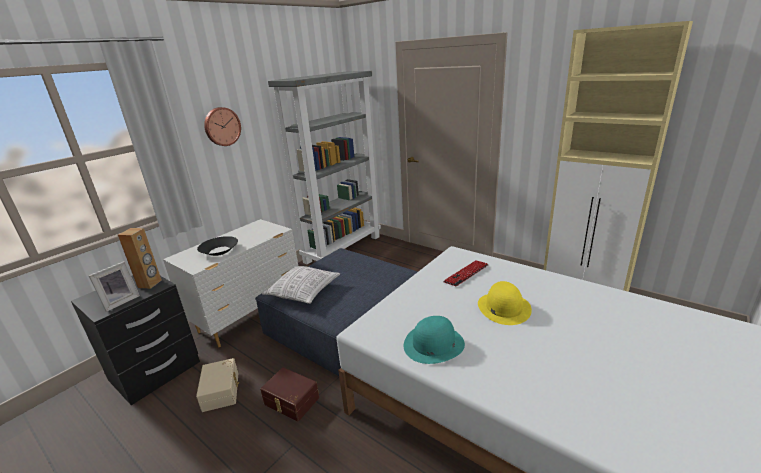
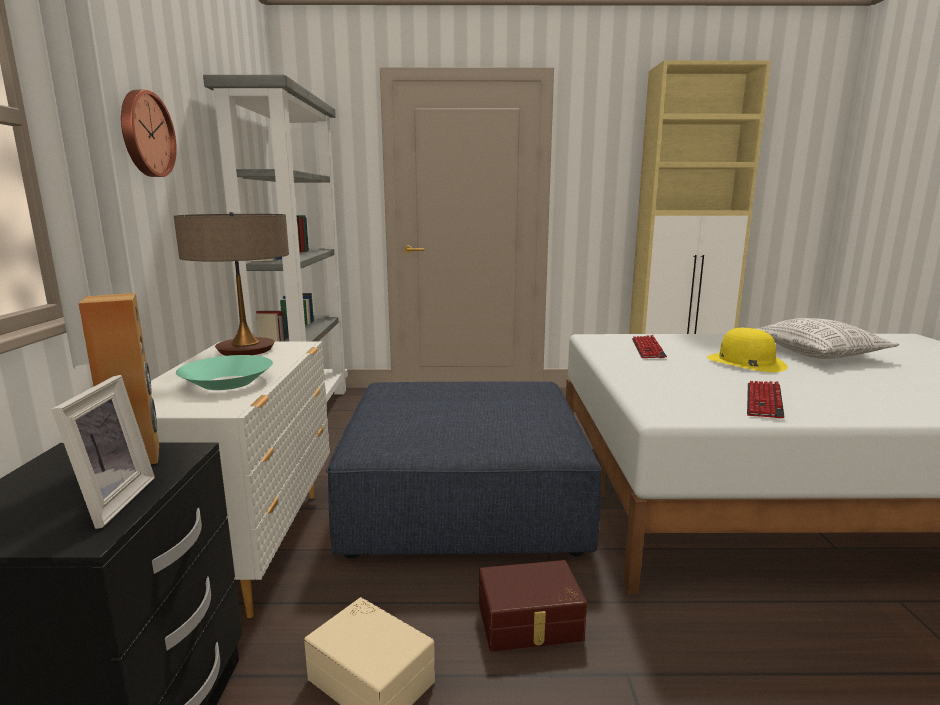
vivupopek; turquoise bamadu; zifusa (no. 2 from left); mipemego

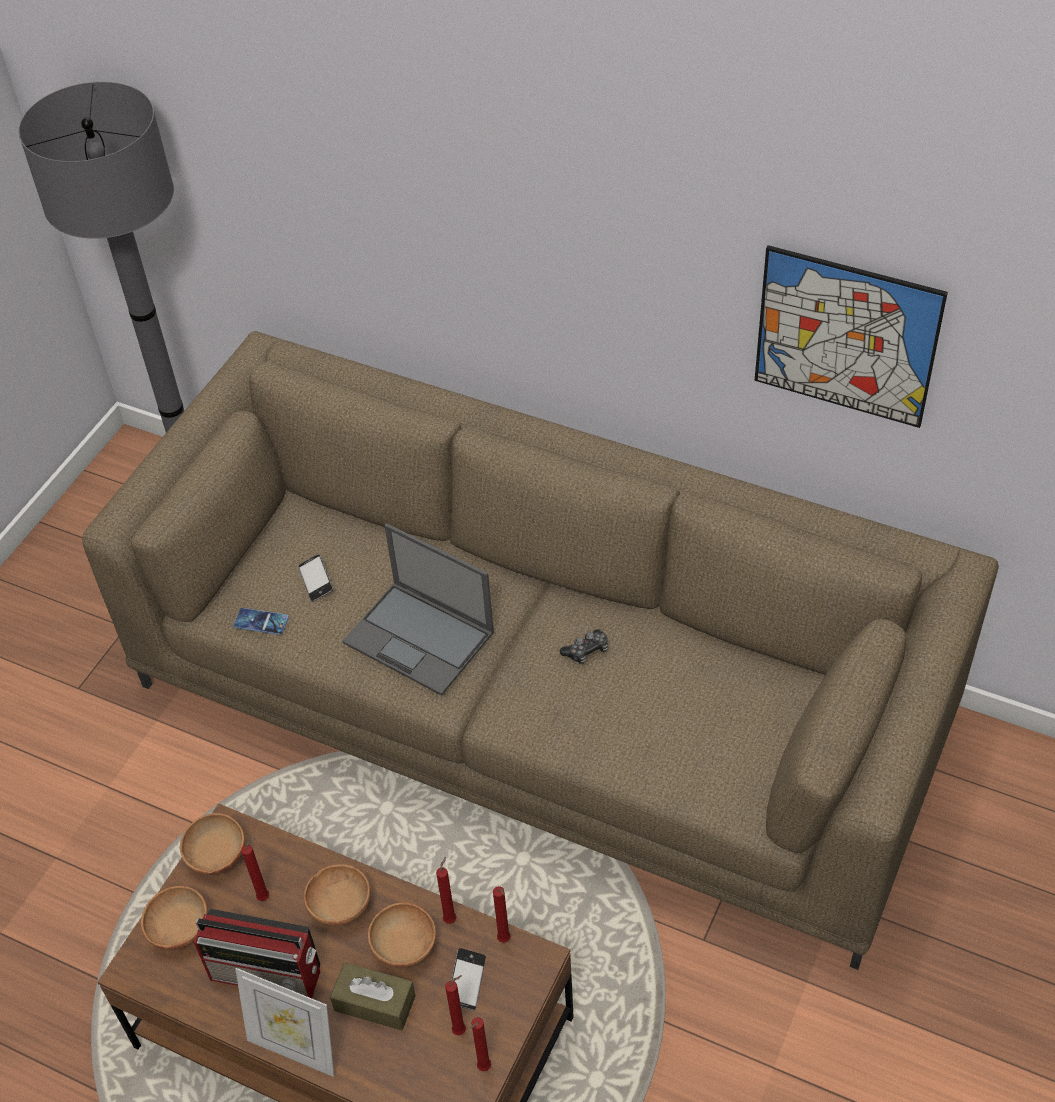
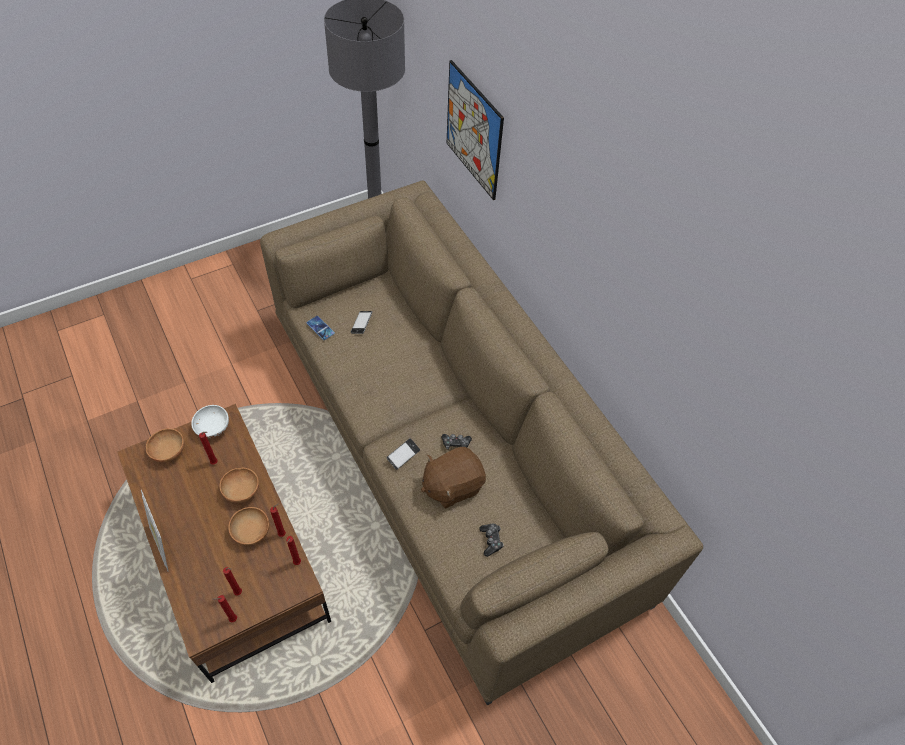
white bamadu; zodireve (no. 3 from left); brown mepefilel; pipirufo; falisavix (no. 2 from left); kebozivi; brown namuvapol; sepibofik

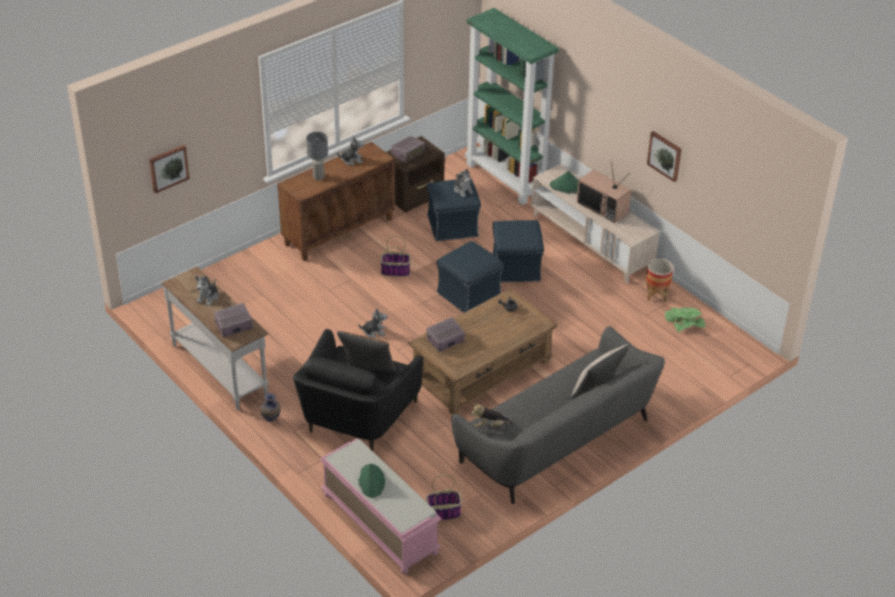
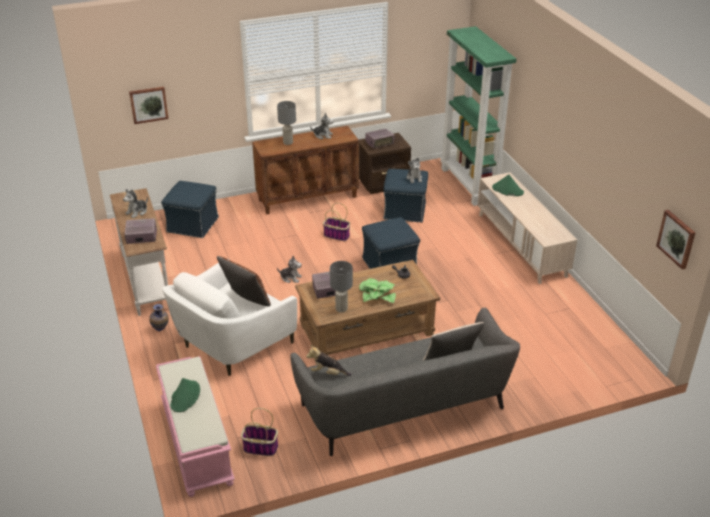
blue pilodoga (no. 1 from left); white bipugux; grey vivupopek (no. 2 from left); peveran; pipirufo (no. 2 from left); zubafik; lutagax

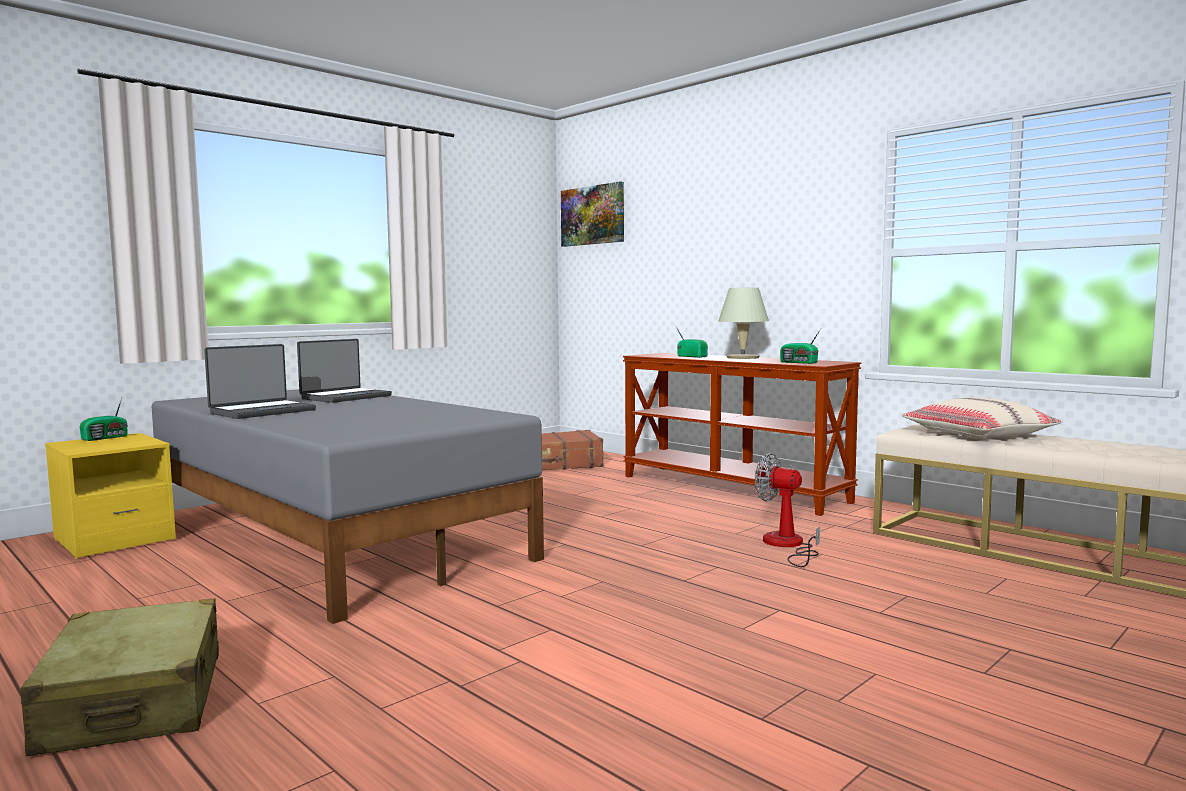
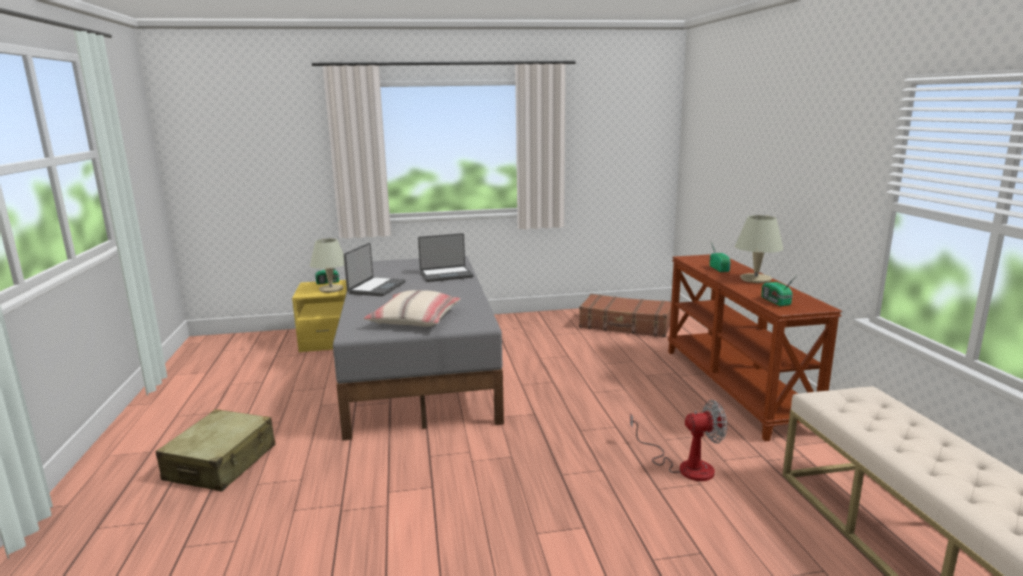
beige vivupopek (no. 1 from left); sepibofik (no. 1 from left); beige mipemego; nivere; pipirufo

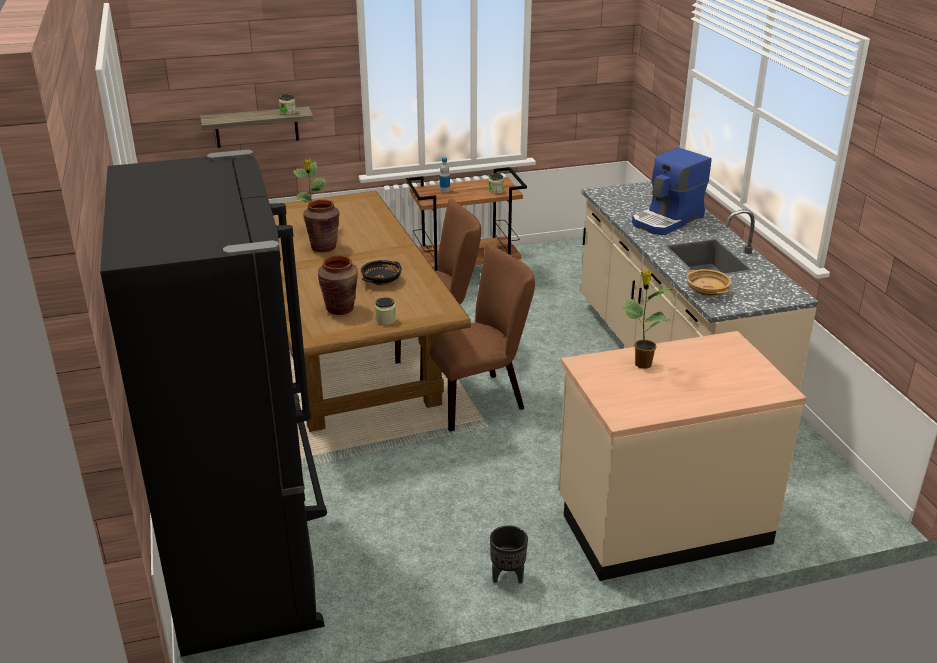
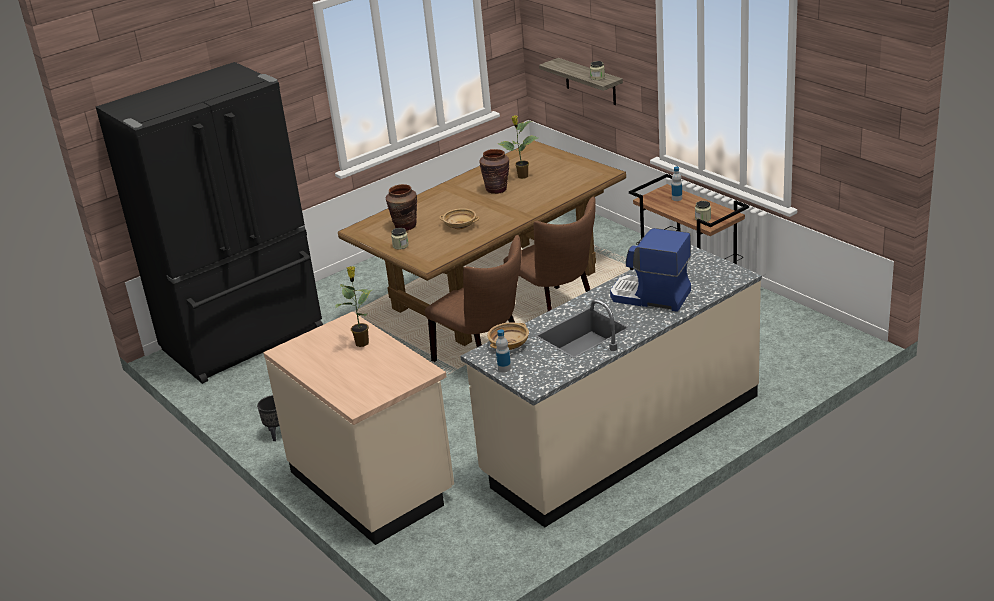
beige bamadu (no. 1 from left); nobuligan (no. 1 from left)

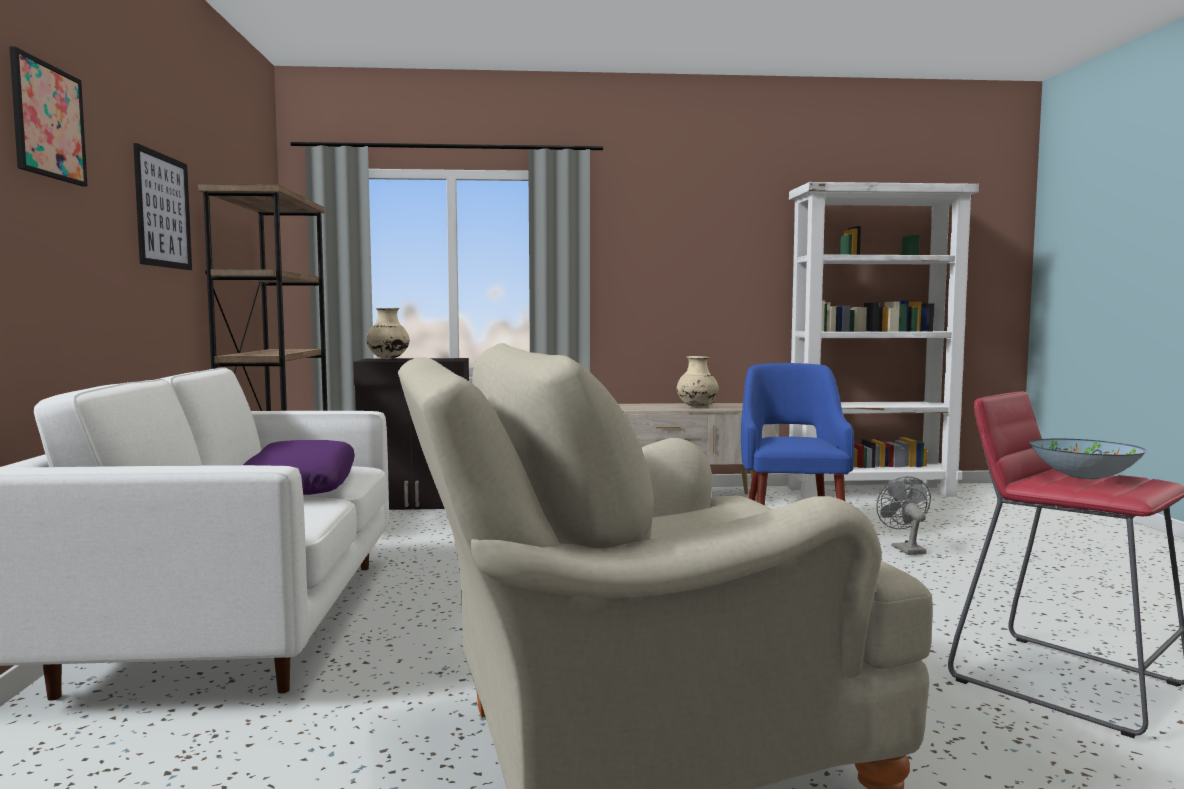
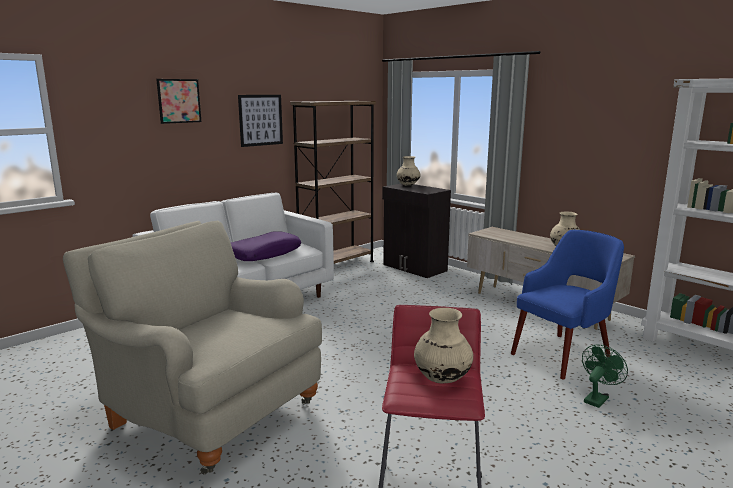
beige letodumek (no. 2 from left); green nivere

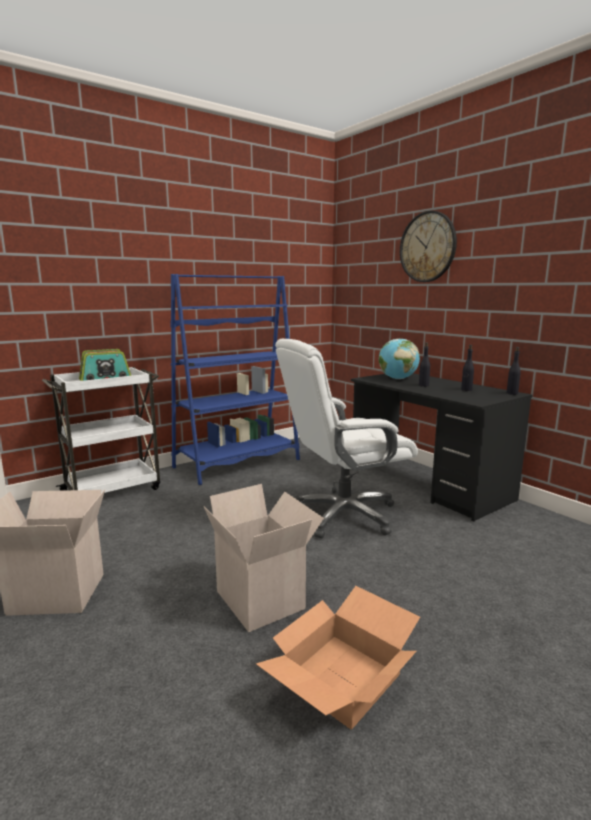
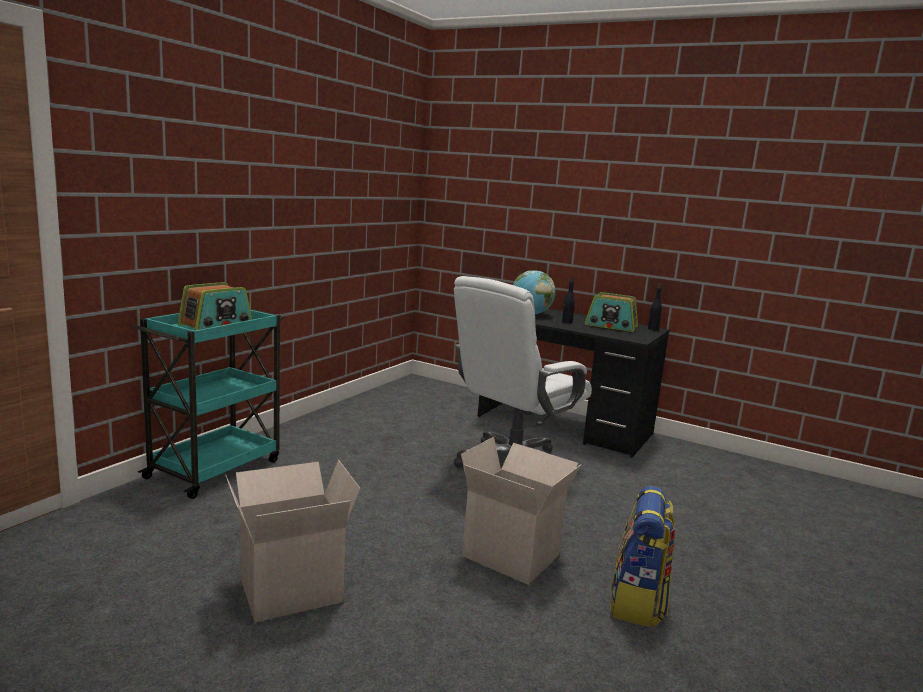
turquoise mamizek; kebozivi (no. 2 from left); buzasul; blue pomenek; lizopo

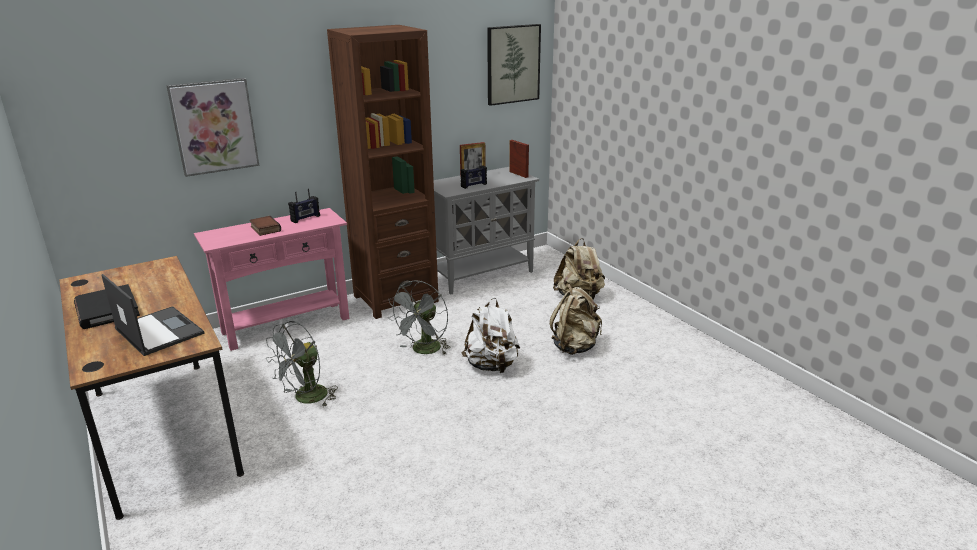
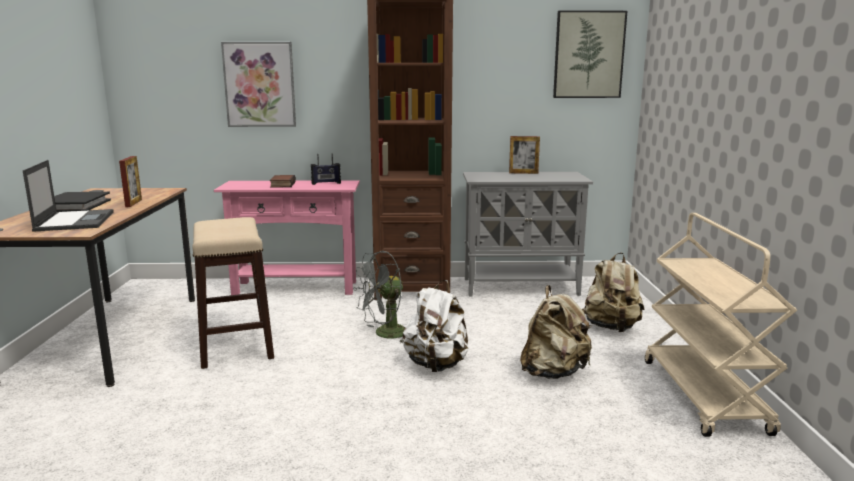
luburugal (no. 1 from left); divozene; beige mamizek; kebozivi (no. 2 from left in the first image)

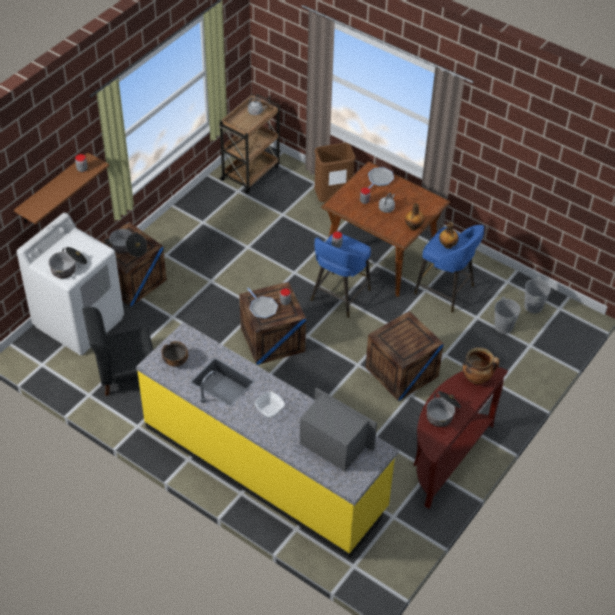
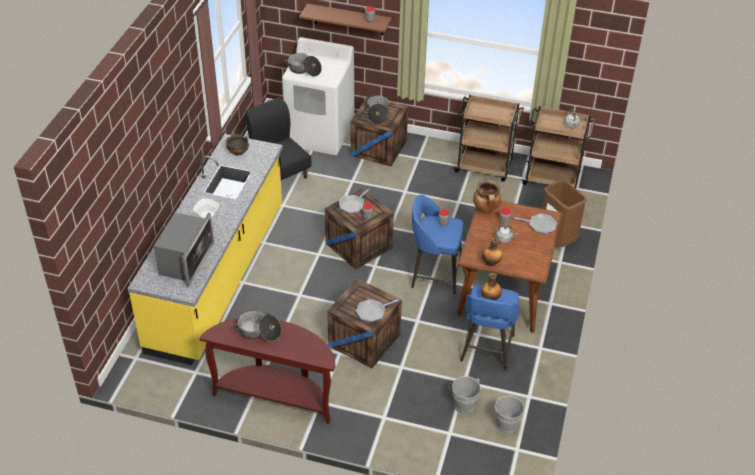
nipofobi (no. 2 from left); brown mamizek (no. 1 from left); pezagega (no. 4 from left)

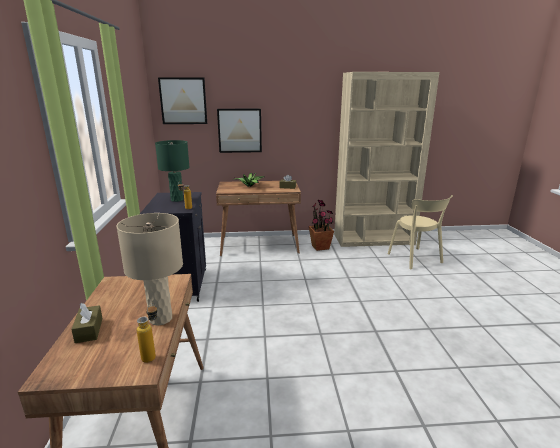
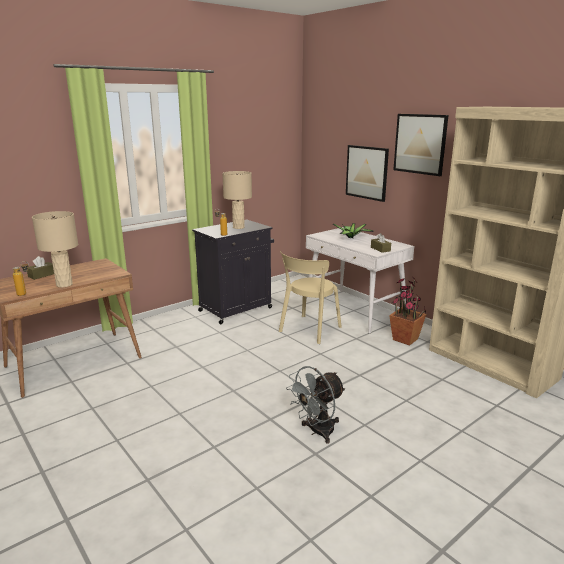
beige vivupopek (no. 2 from left); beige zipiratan; grey nivere; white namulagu; pipirufo (no. 2 from left)

